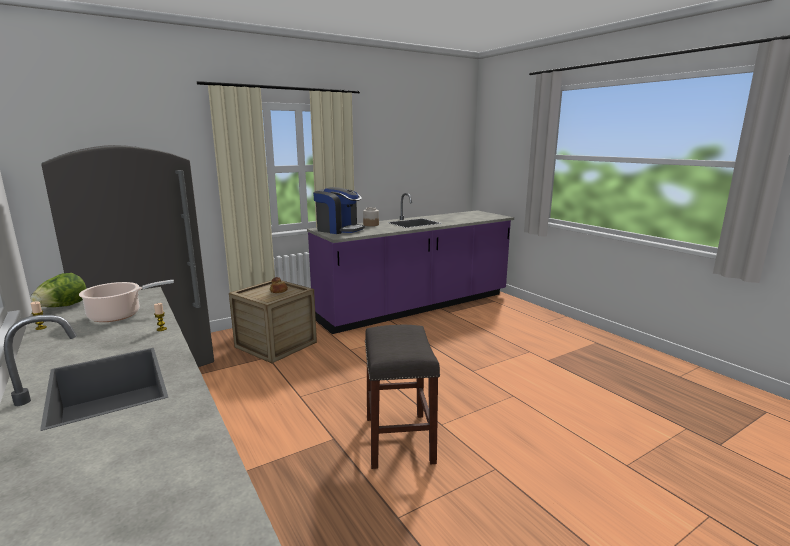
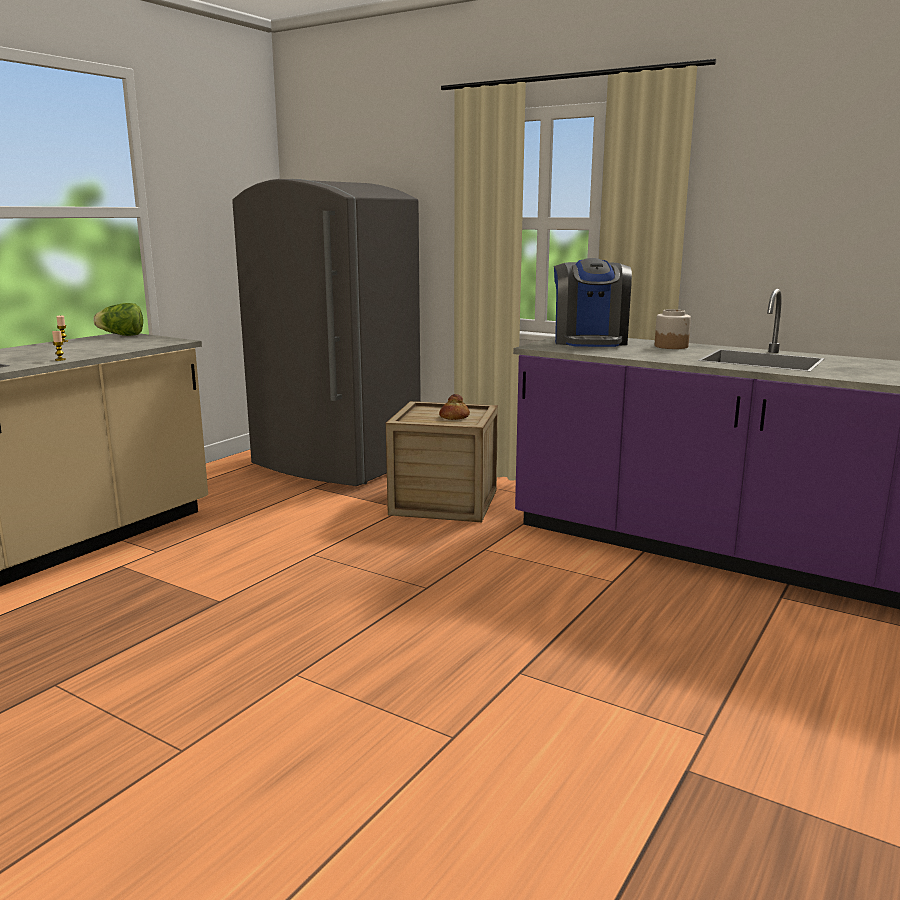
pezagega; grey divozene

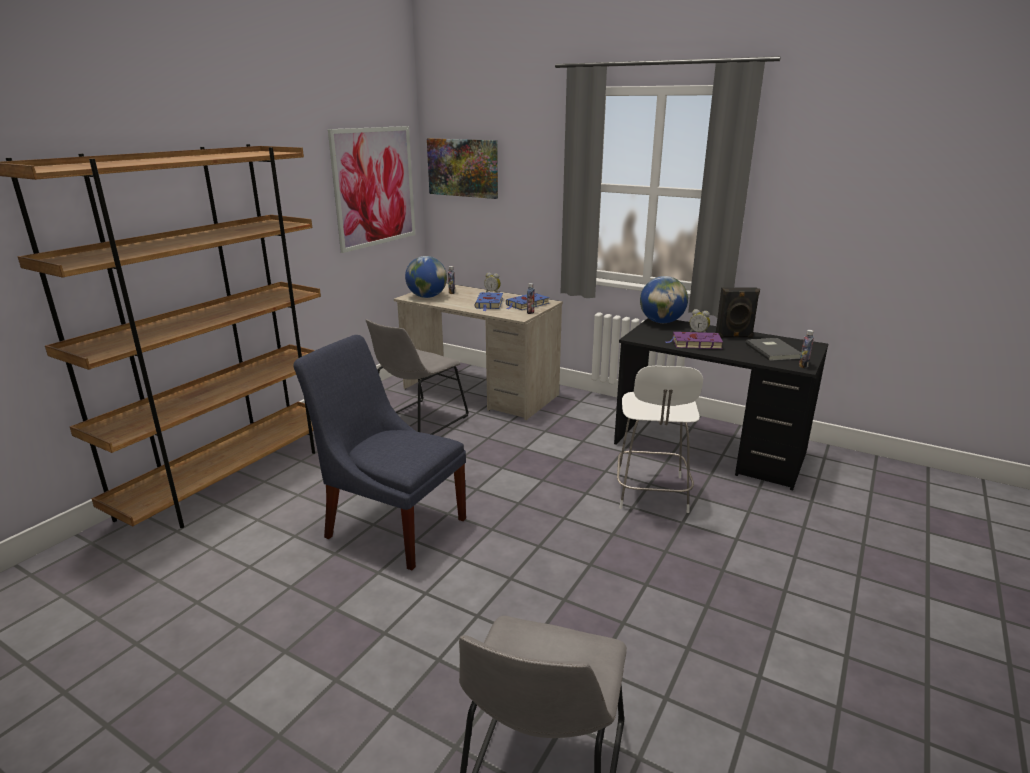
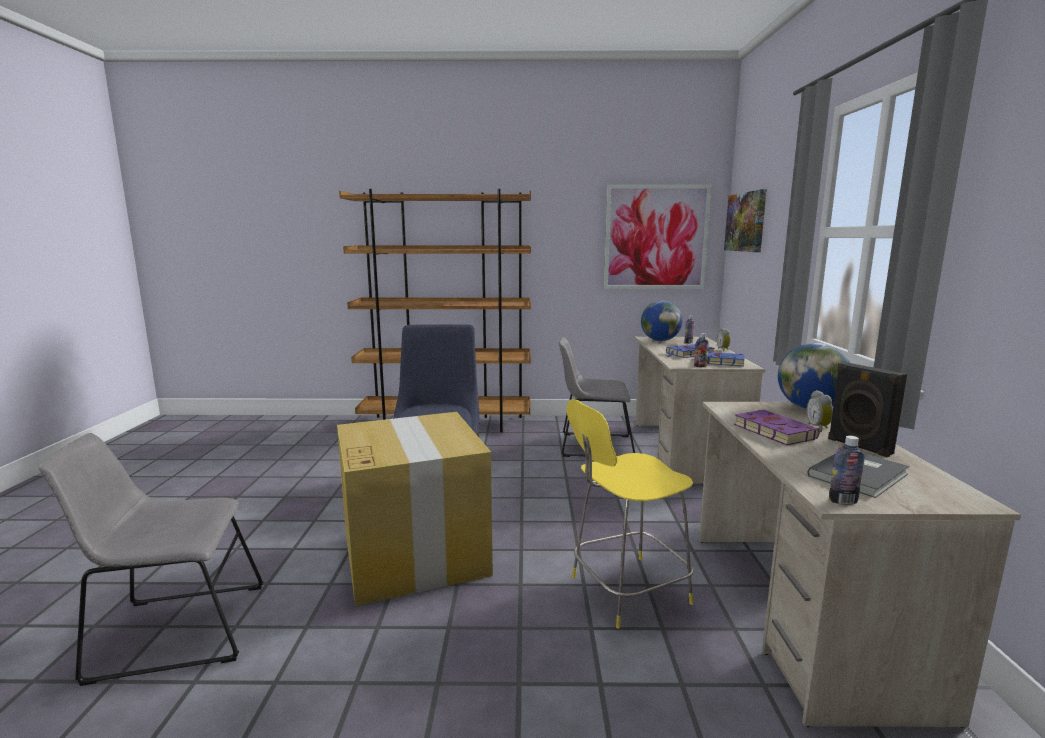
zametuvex; yellow divozene; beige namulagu (no. 2 from left)

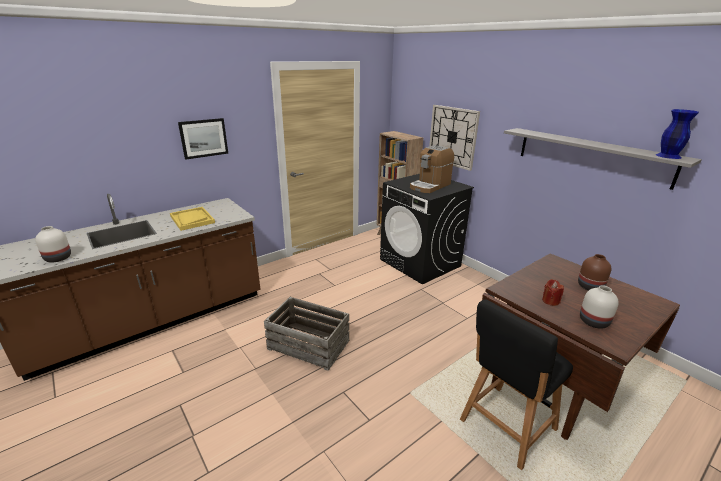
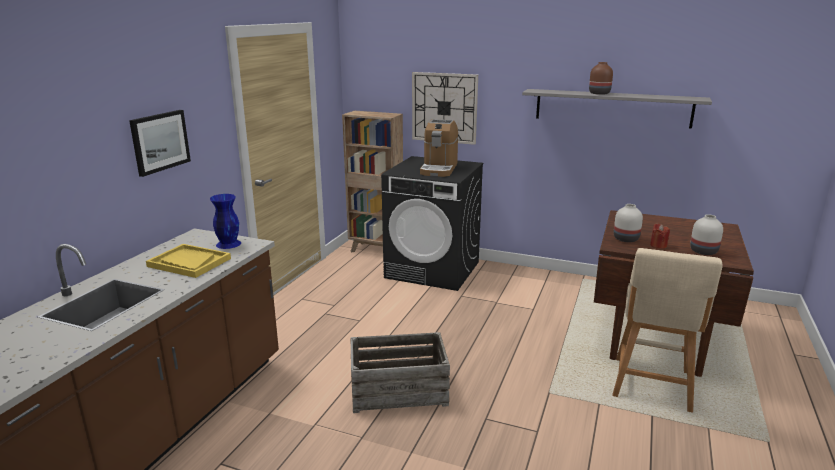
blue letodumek; brown letodumek; beige divozene; white letodumek (no. 1 from left)

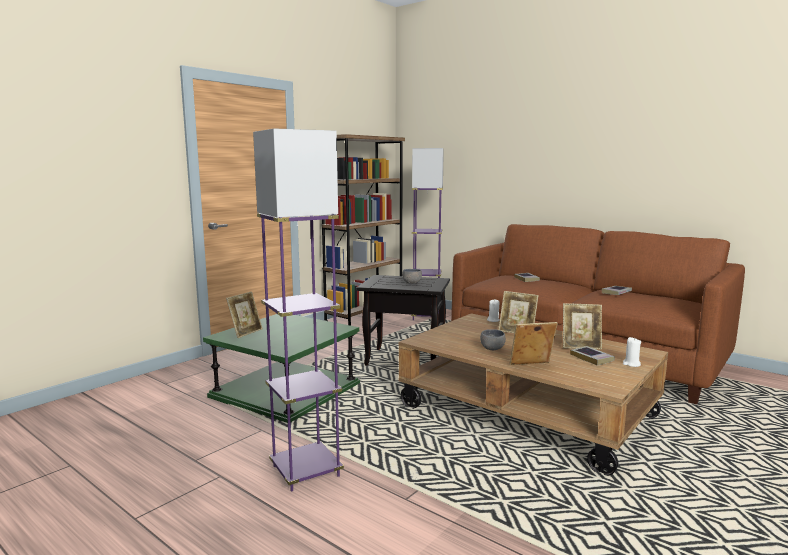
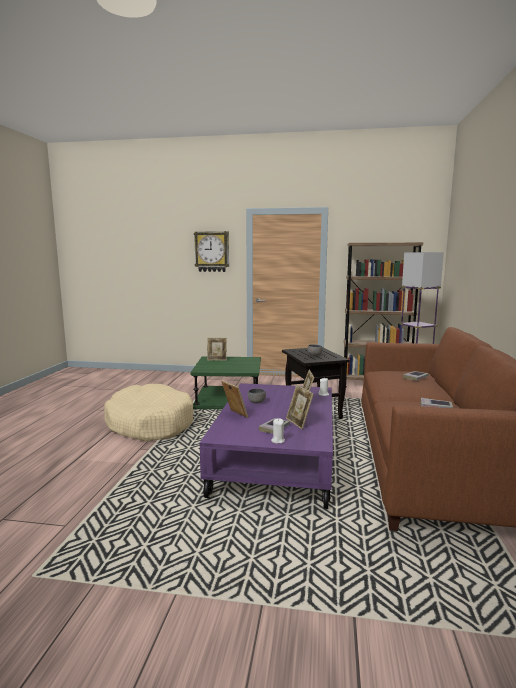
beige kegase; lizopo; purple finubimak

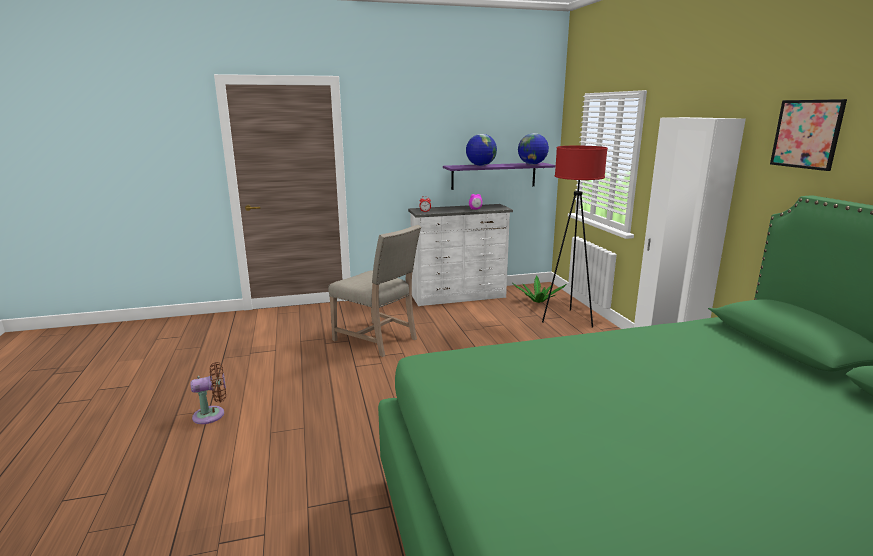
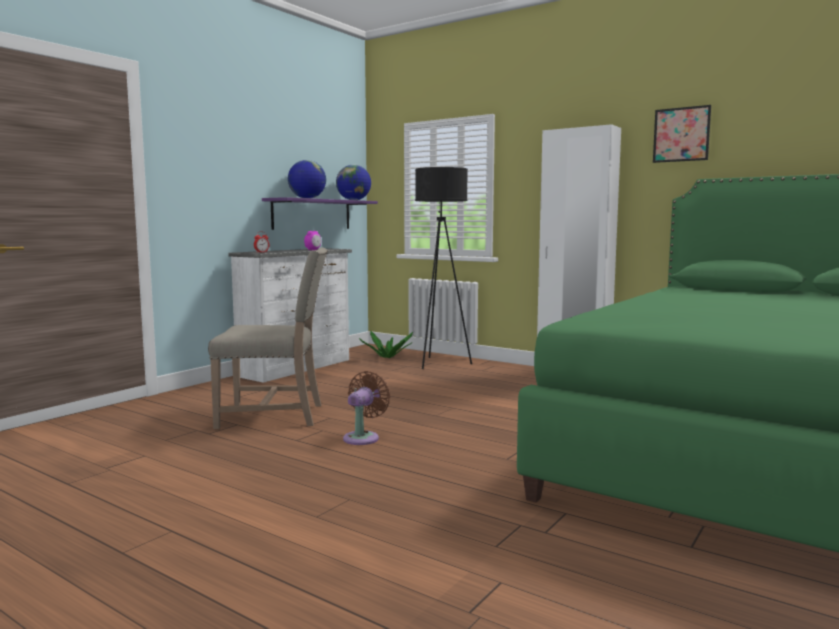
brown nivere; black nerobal

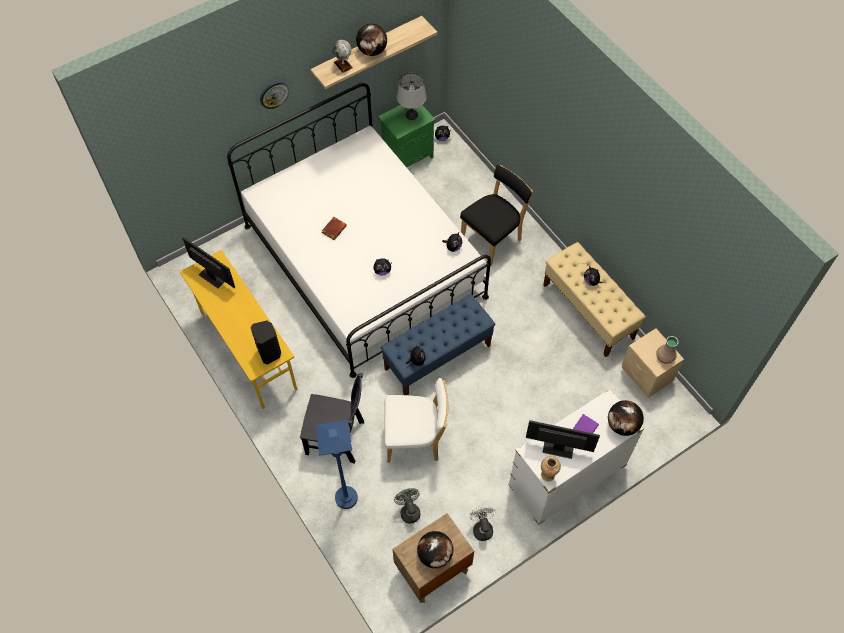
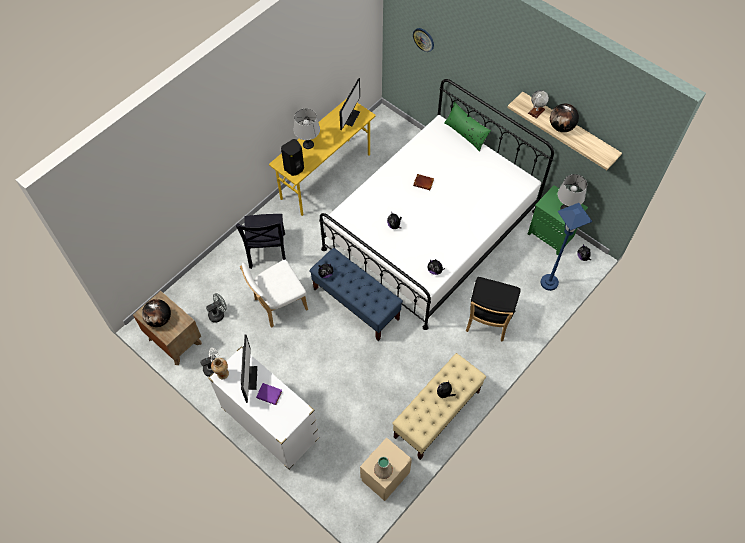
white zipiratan; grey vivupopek (no. 1 from left); lizopo; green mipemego; black zipiratan (no. 2 from left); blue nerobal; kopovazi (no. 4 from left in the first image)

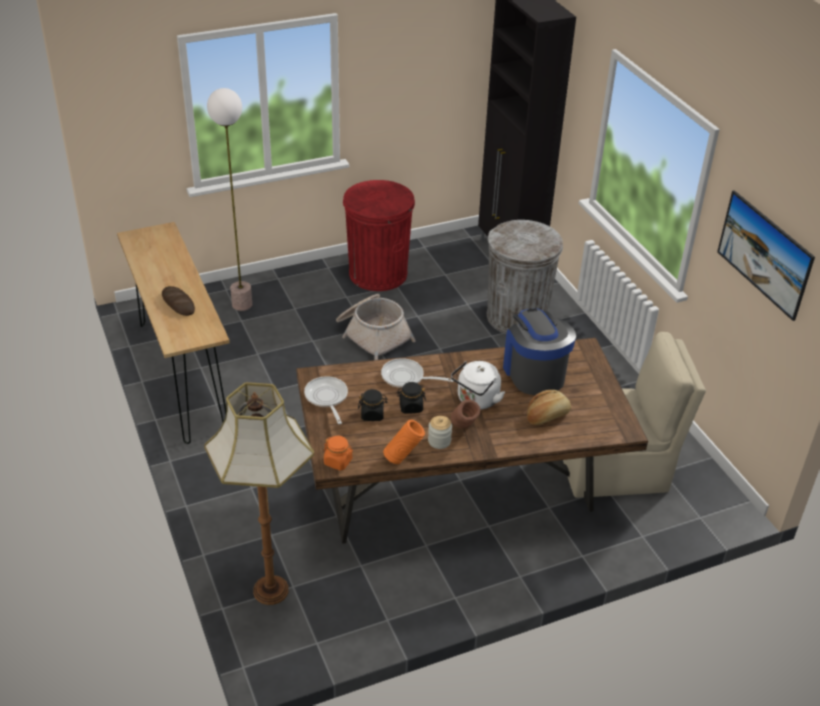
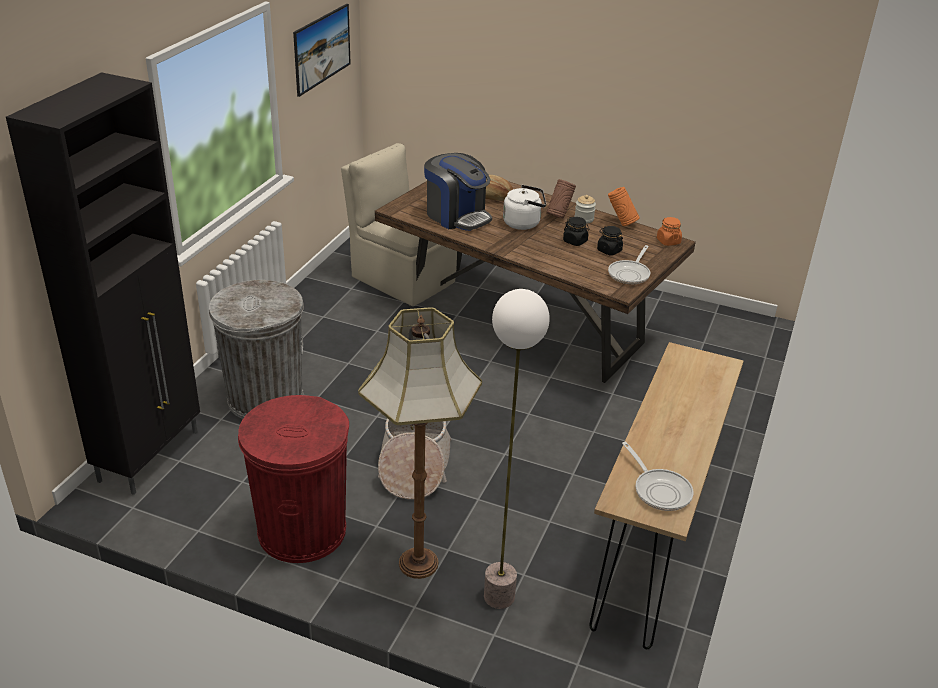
nerobal (no. 1 from left); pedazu; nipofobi (no. 2 from left); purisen (no. 1 from left in the first image)

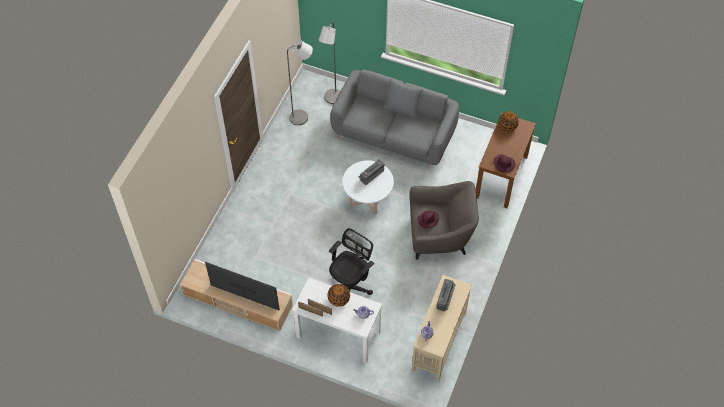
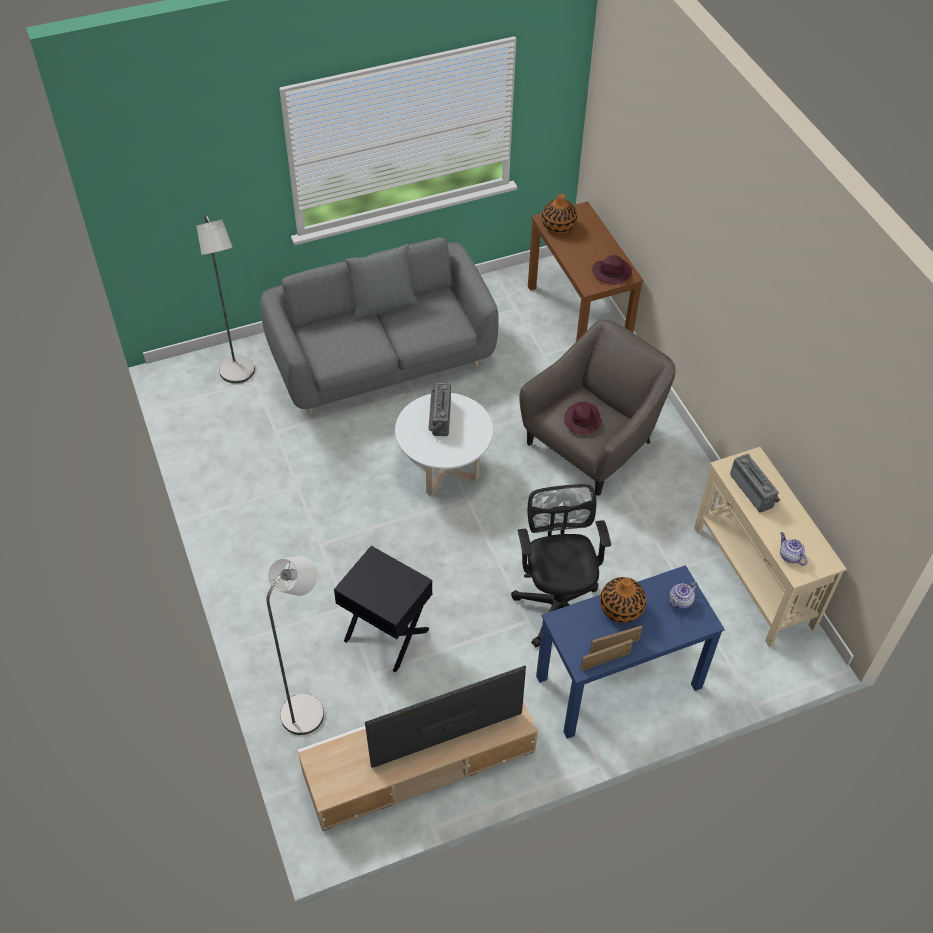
grey nerobal (no. 2 from left); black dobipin; blue namulagu

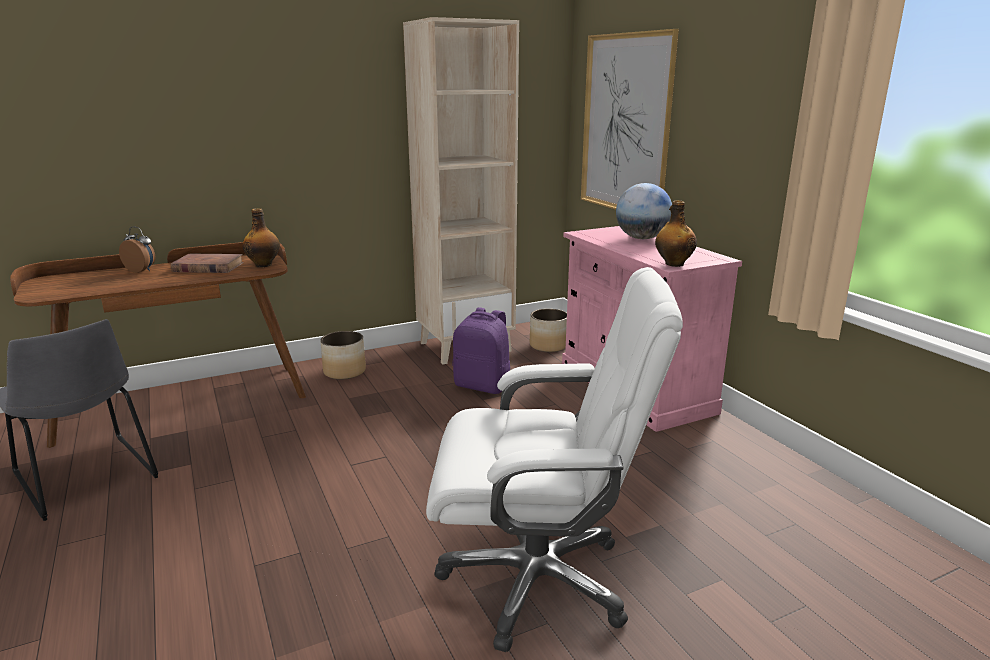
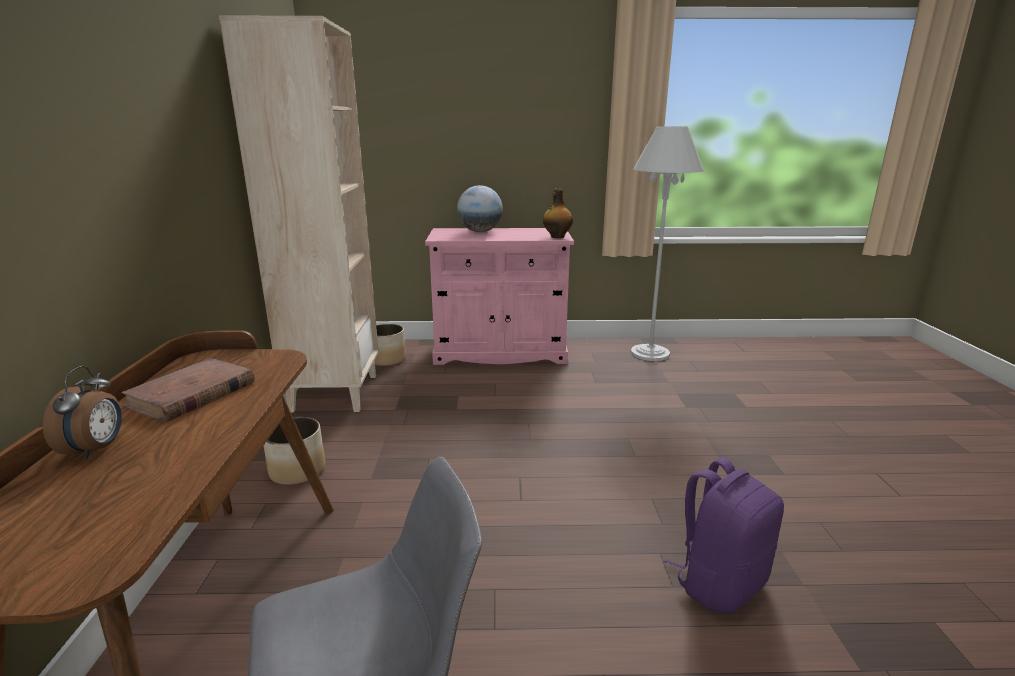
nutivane; white nerobal; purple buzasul; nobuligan (no. 1 from left in the first image); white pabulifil; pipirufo

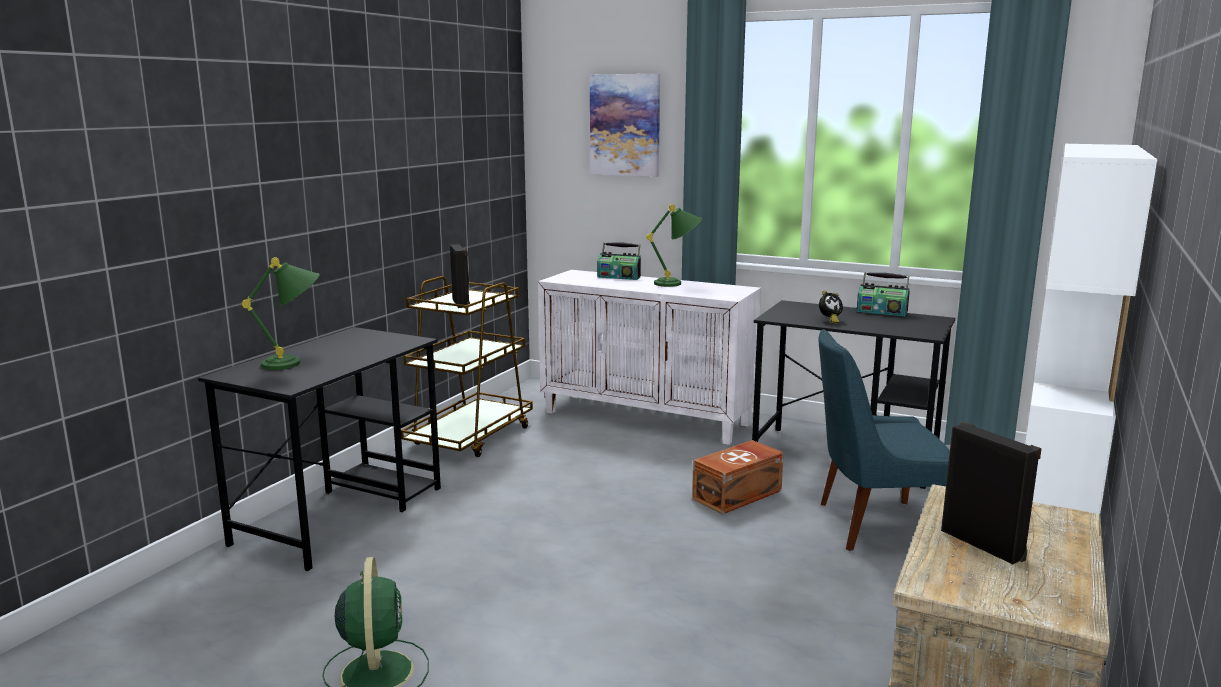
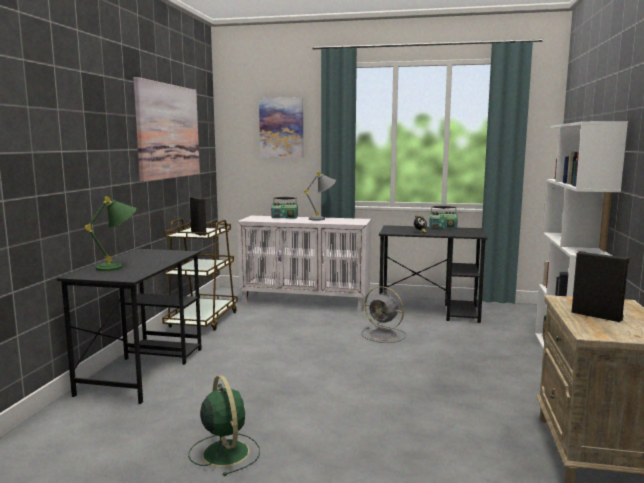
pipirufo (no. 1 from left); grey vivupopek; grey nivere; blue zipiratan

